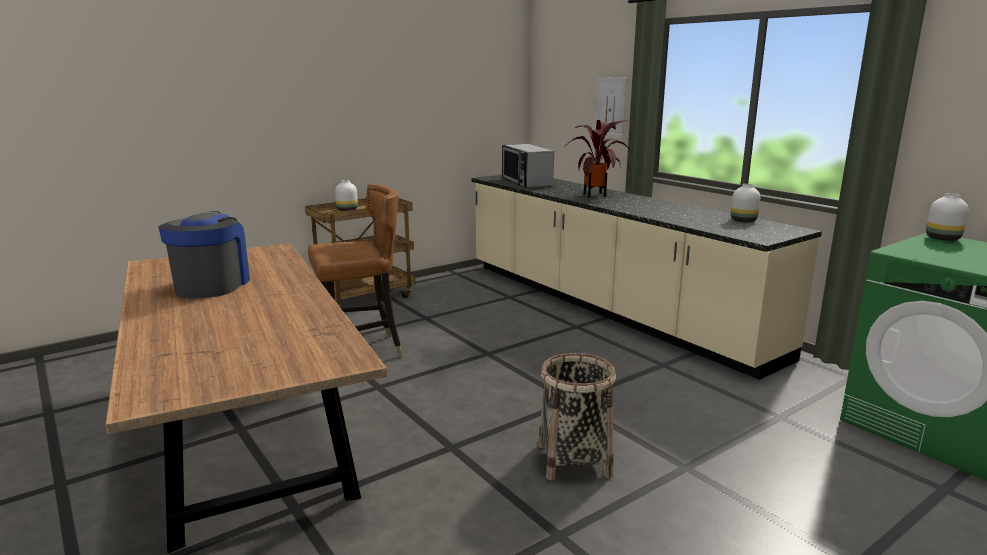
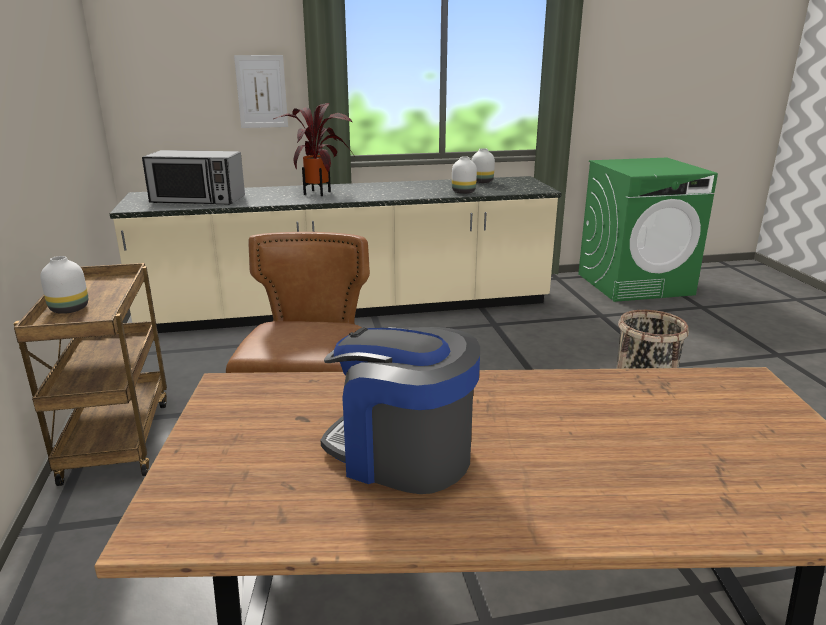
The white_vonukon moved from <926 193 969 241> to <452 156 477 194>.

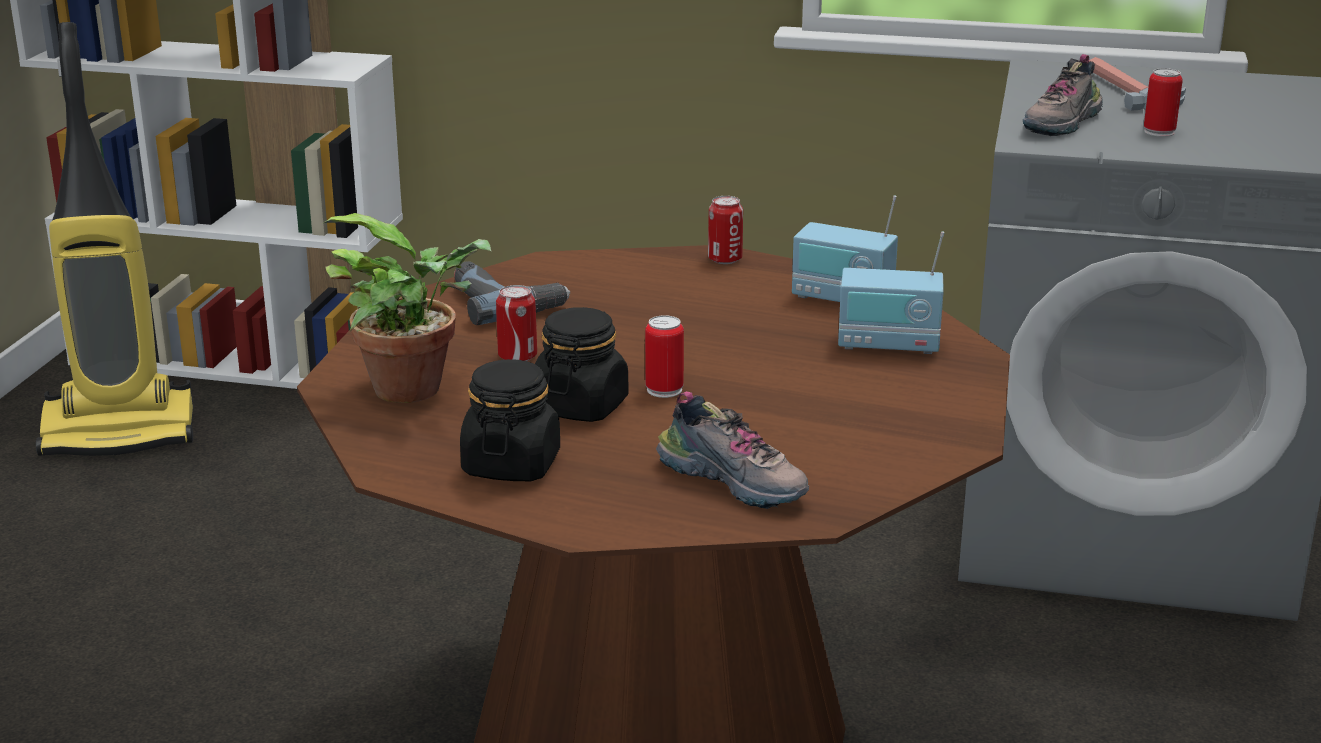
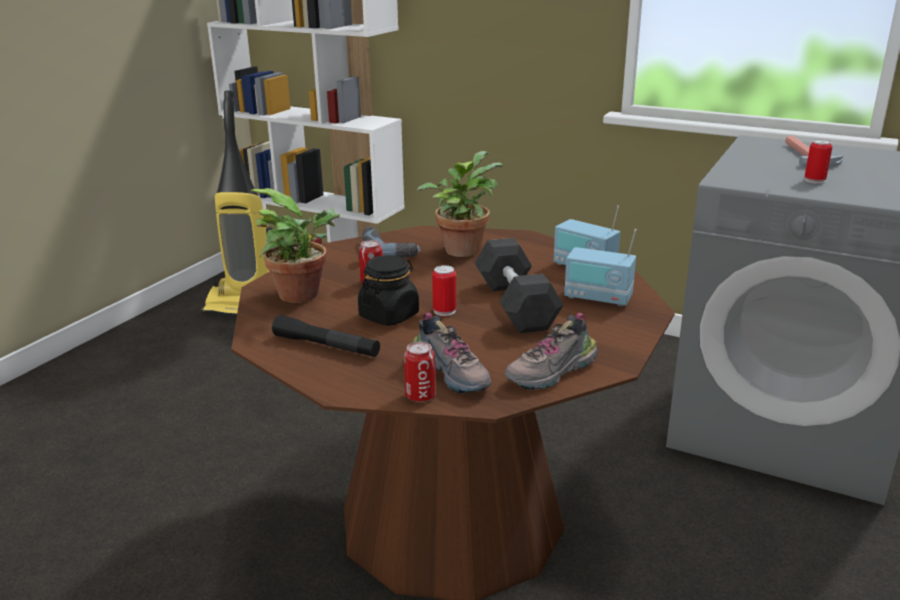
The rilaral at <417 151 503 257> appeared.
The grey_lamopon at <474 238 563 333> appeared.
The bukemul moved from <708 196 743 264> to <404 342 436 402>.
The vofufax moved from <1023 54 1103 136> to <505 313 598 390>.
The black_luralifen at <460 359 560 481> was replaced by the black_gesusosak at <272 315 380 357>.

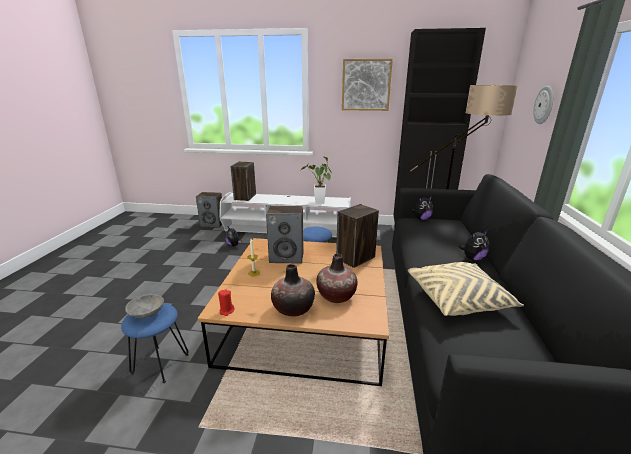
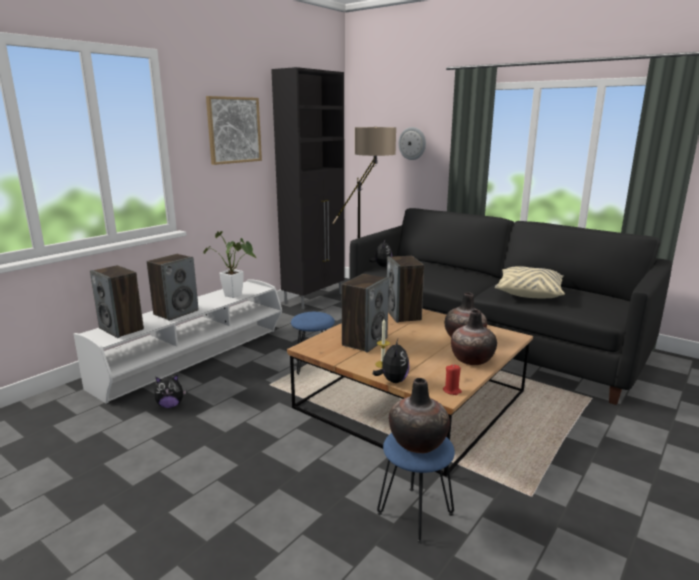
The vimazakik moved from <196 192 222 228> to <147 254 199 321>.
The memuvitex moved from <458 230 489 261> to <373 339 410 383>.
The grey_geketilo at <125 294 164 318> was replaced by the vonukon at <389 378 450 453>.

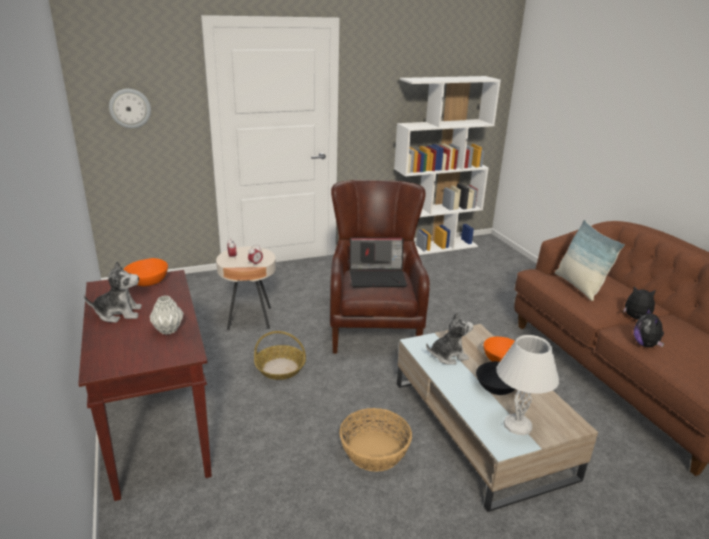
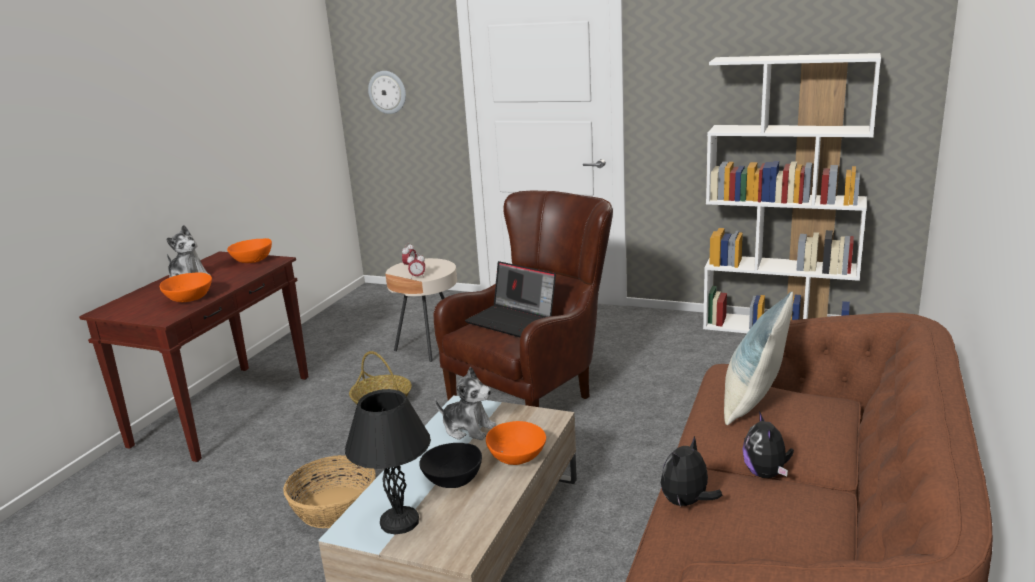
The grey_vonukon at <150 295 184 335> was replaced by the orange_geketilo at <160 272 212 302>.
The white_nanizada at <496 335 559 435> became the black_nanizada at <345 389 431 534>.
The memuvitex at <623 287 656 320> turned 150 degrees counterclockwise.

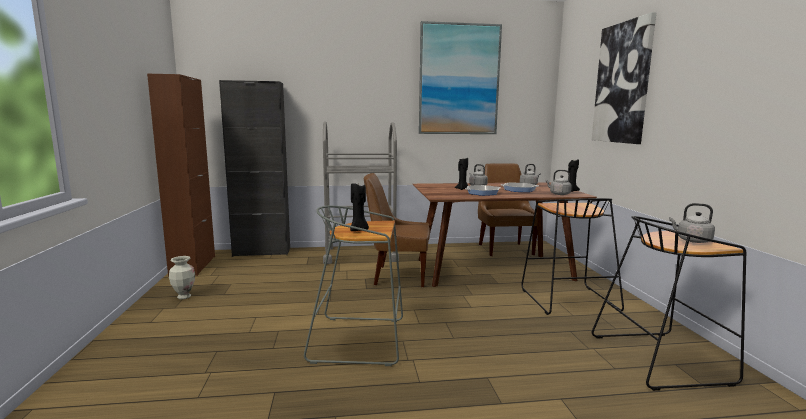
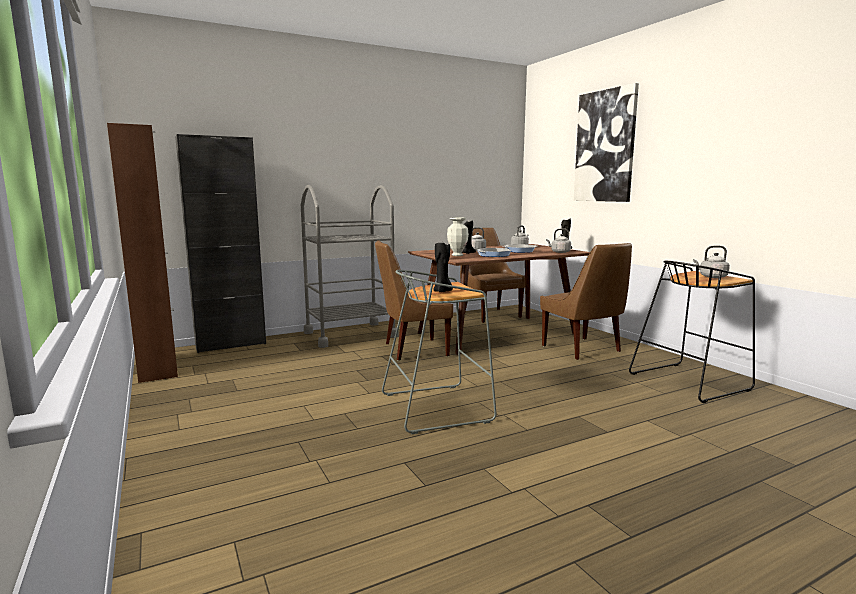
The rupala at <419 21 502 134> disappeared.
The vonukon moved from <169 256 195 299> to <447 217 469 256>.
The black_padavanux at <521 198 624 315> was replaced by the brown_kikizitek at <540 243 632 360>.

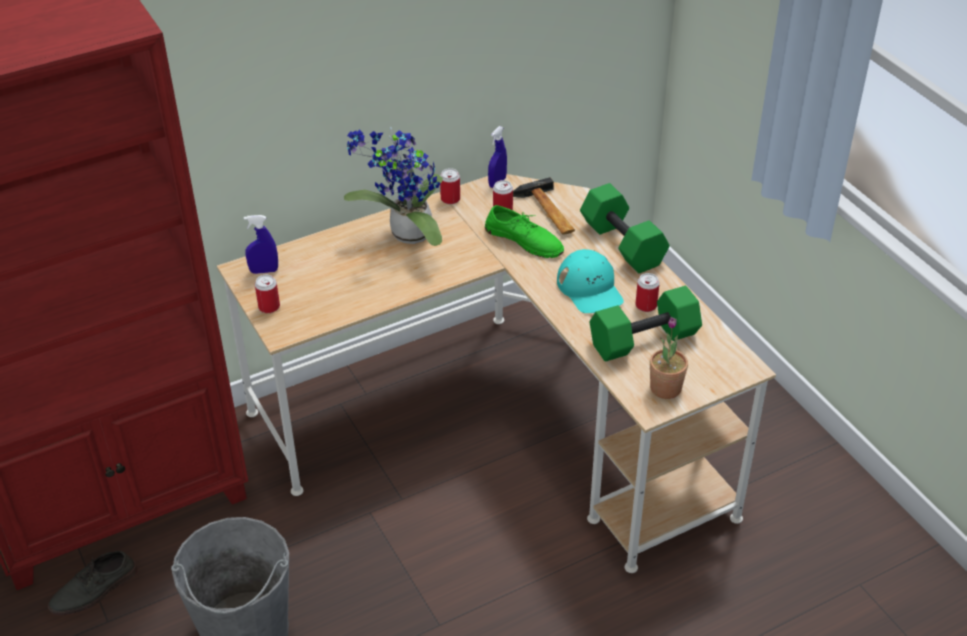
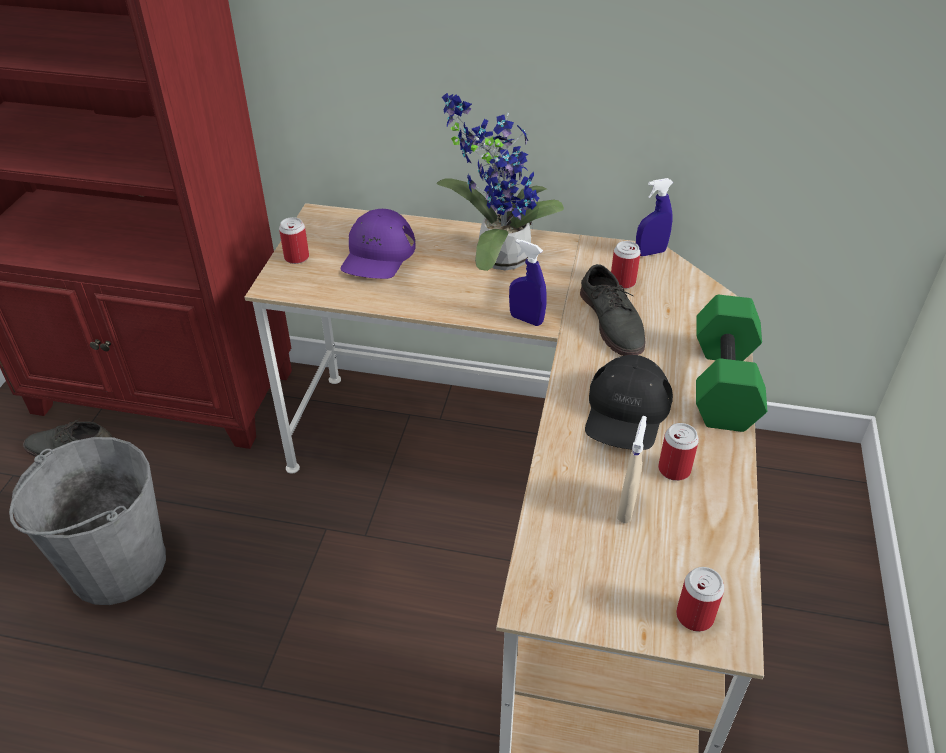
The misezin at <513 177 575 235> disappeared.
The rilaral at <650 317 688 399> disappeared.
The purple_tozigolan at <341 209 416 279> appeared.
The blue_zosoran moved from <244 215 278 274> to <509 239 547 326>.
The bukemul moved from <440 168 460 204> to <676 567 725 632>.
The green_lamopon at <590 286 702 362> was replaced by the beige_zosoran at <617 416 647 523>.
The green_vofufax at <485 205 564 258> became the grey_vofufax at <580 264 646 356>.
The turquoise_tozigolan at <557 249 624 313> became the black_tozigolan at <585 355 673 450>.

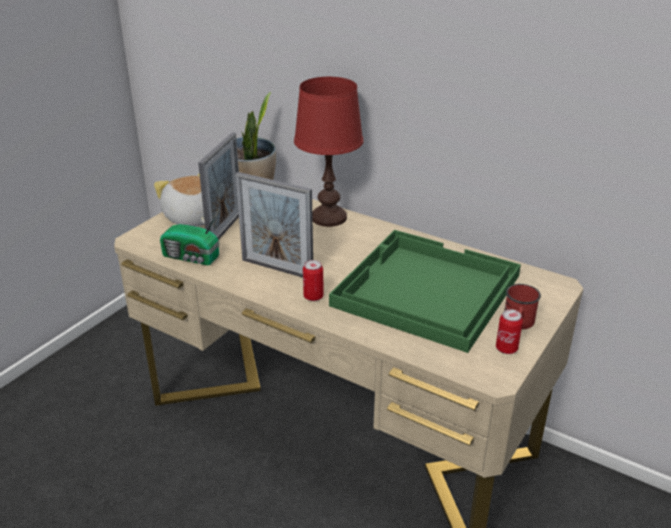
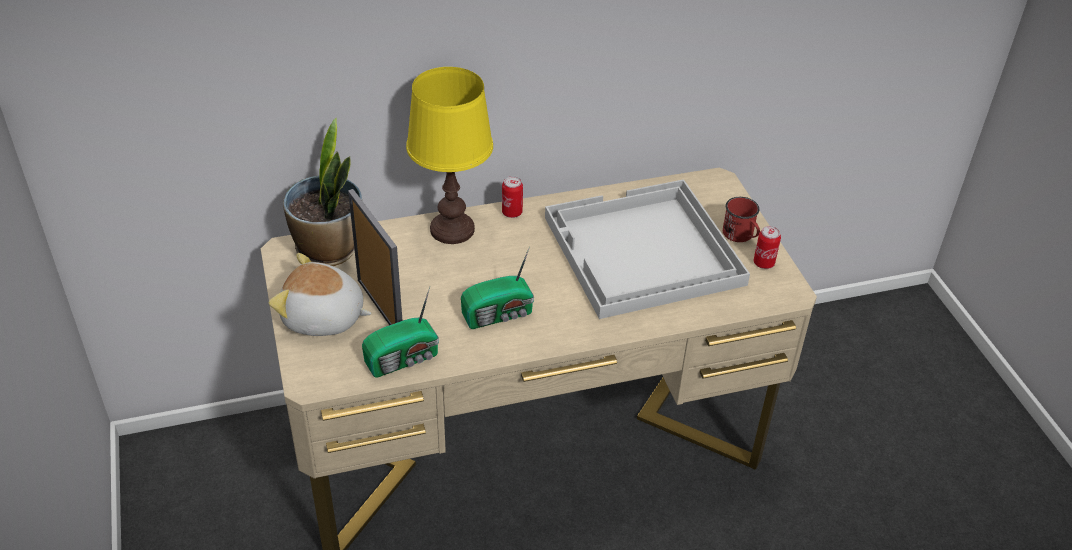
The bukemul moved from <303 260 324 301> to <502 176 523 218>.
The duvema at <236 172 313 278> was replaced by the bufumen at <461 246 534 329>.
The red_nanizada at <294 77 363 227> became the yellow_nanizada at <406 67 493 244>.
The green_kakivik at <329 230 521 353> became the white_kakivik at <545 179 750 319>.

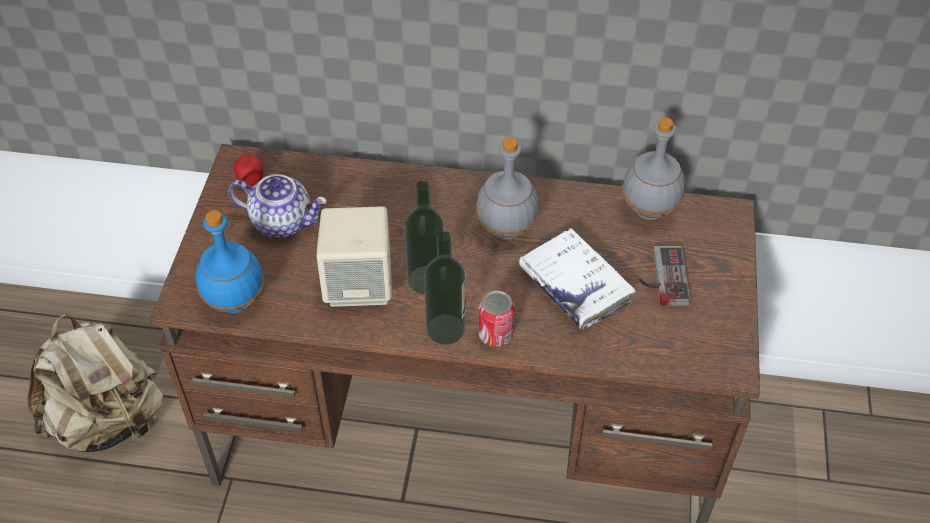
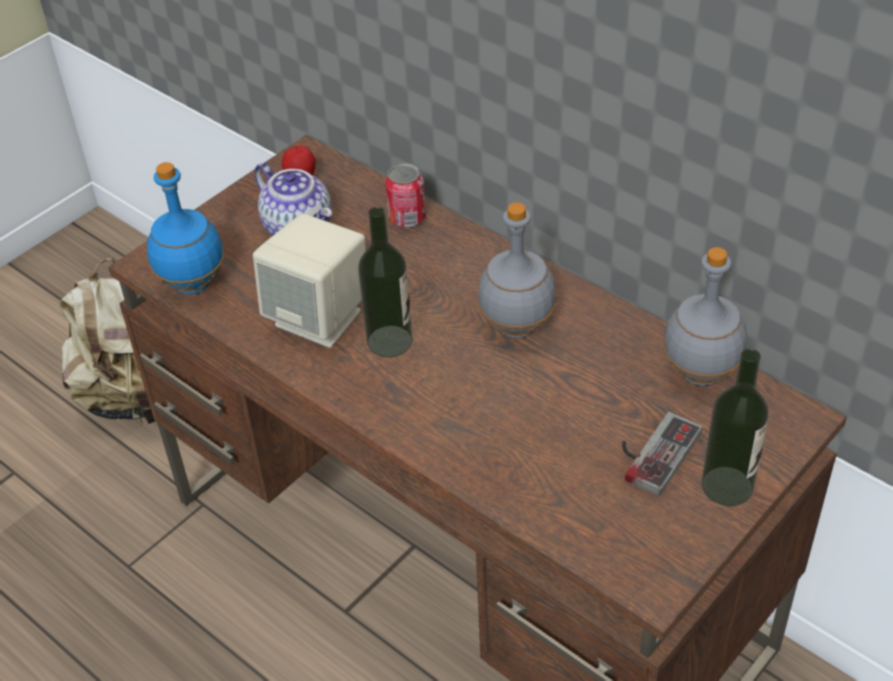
The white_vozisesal at <519 228 636 329> disappeared.
The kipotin moved from <424 230 466 345> to <701 349 769 506>.
The bukemul moved from <478 291 515 347> to <385 164 426 228>.

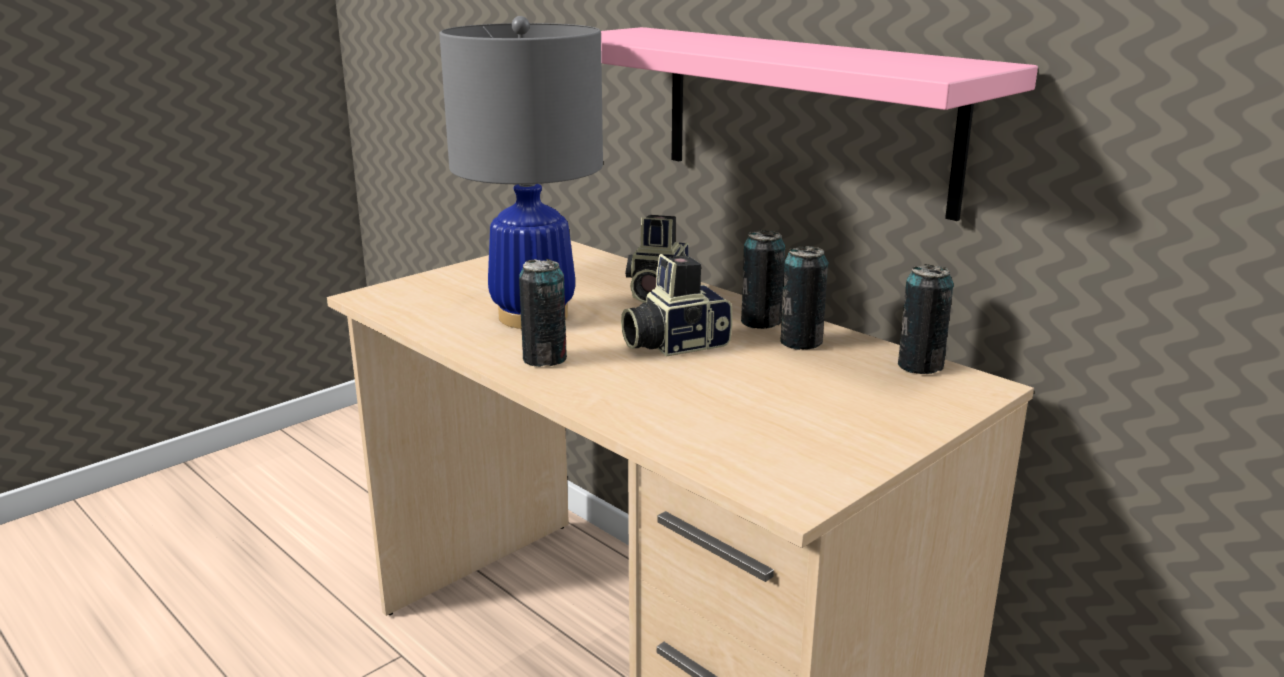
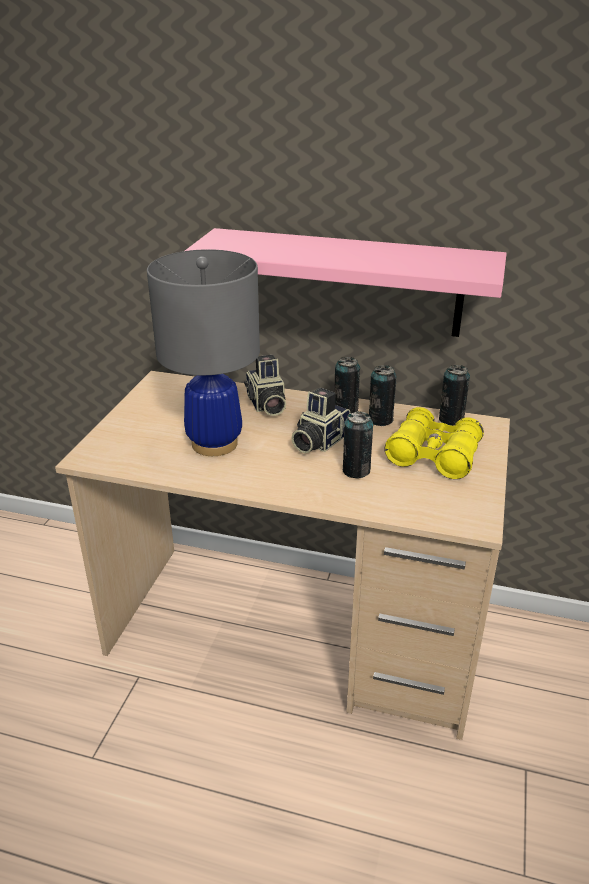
The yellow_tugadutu at <385 407 484 479> appeared.
The bukemul moved from <519 259 567 367> to <343 411 373 478>.

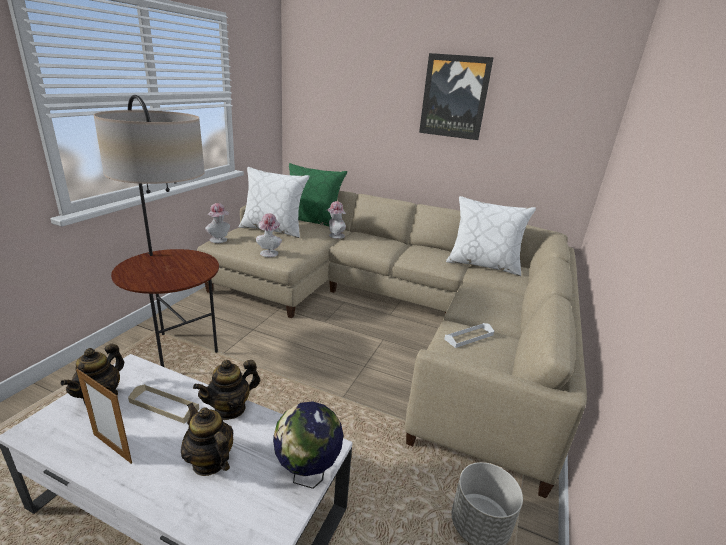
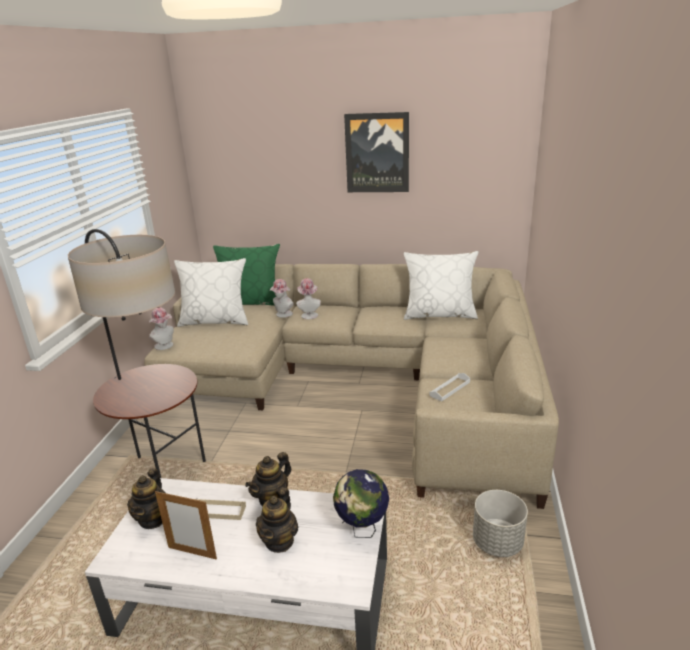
The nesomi moved from <256 213 282 257> to <296 278 321 319>.
The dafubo at <181 403 234 476> turned 105 degrees counterclockwise.

